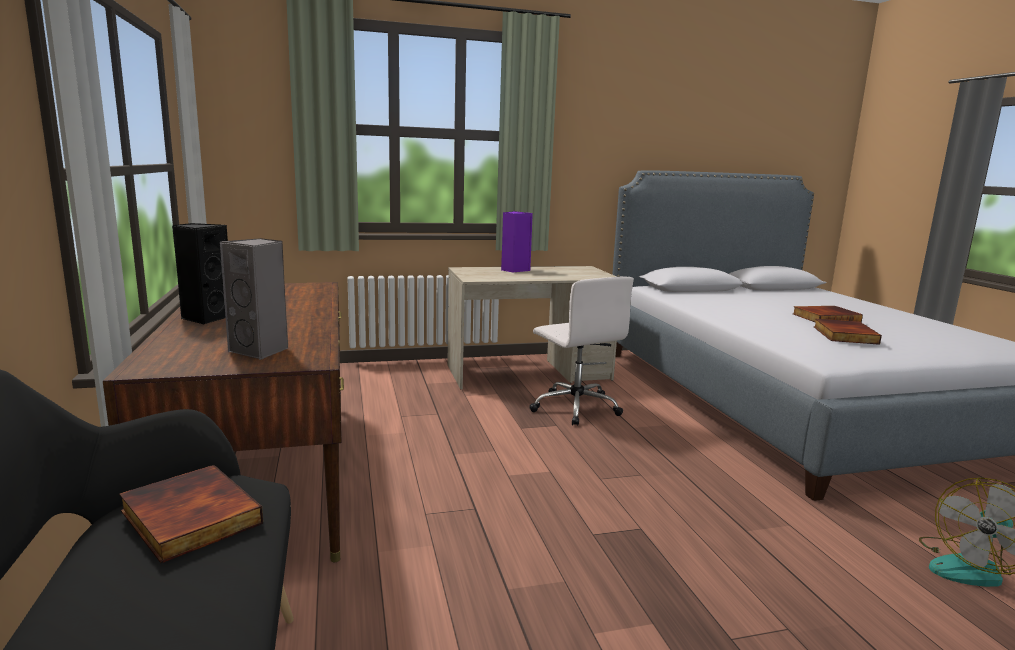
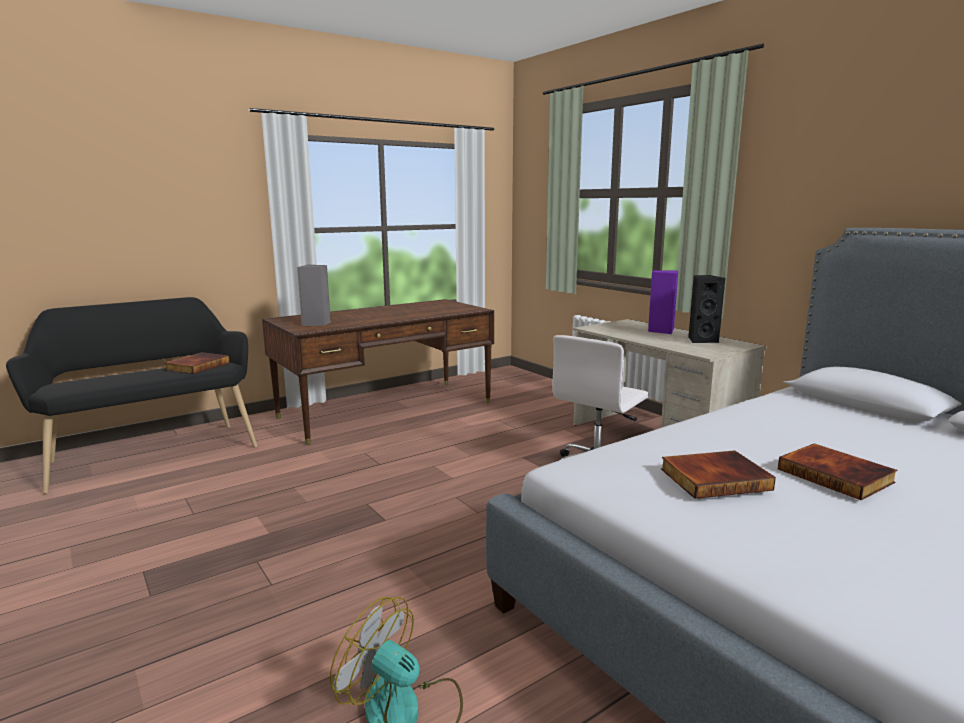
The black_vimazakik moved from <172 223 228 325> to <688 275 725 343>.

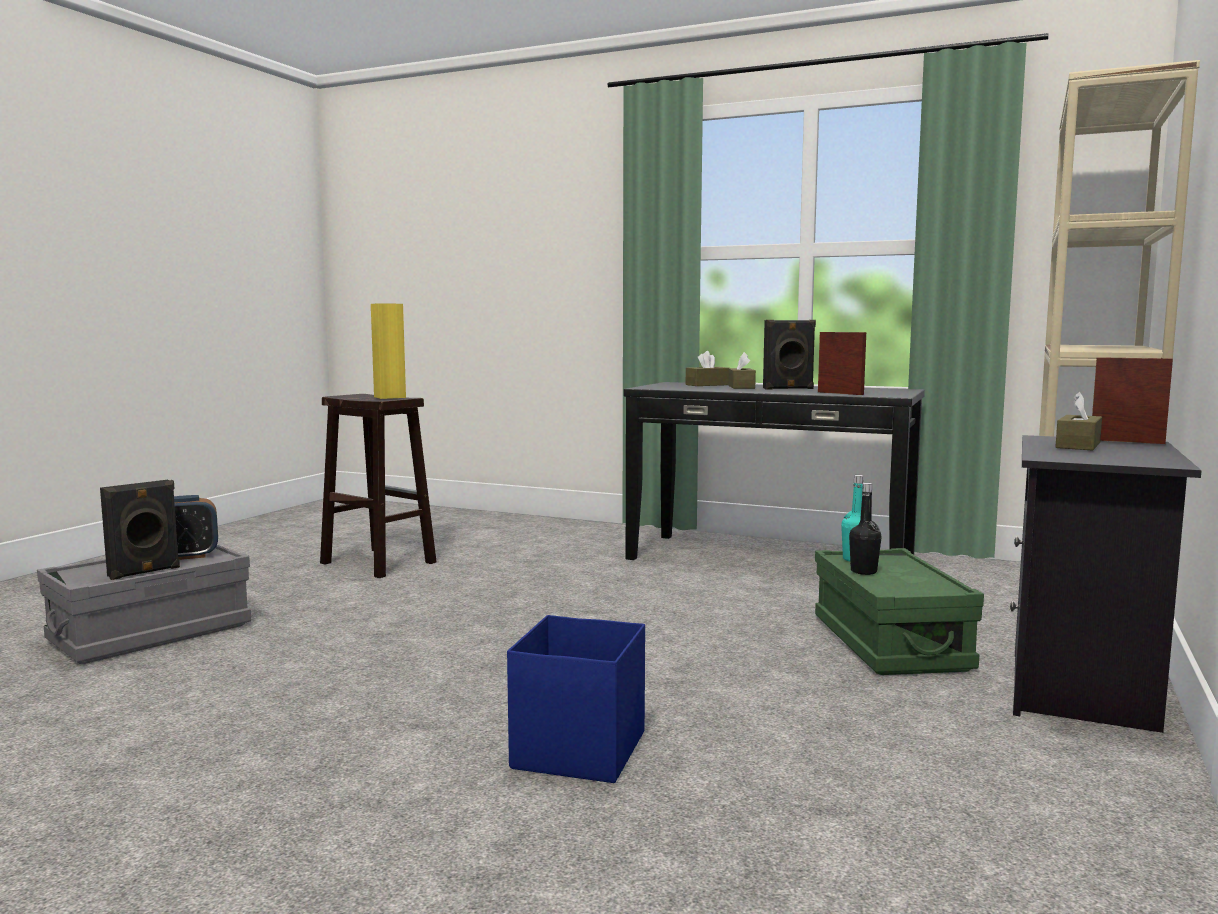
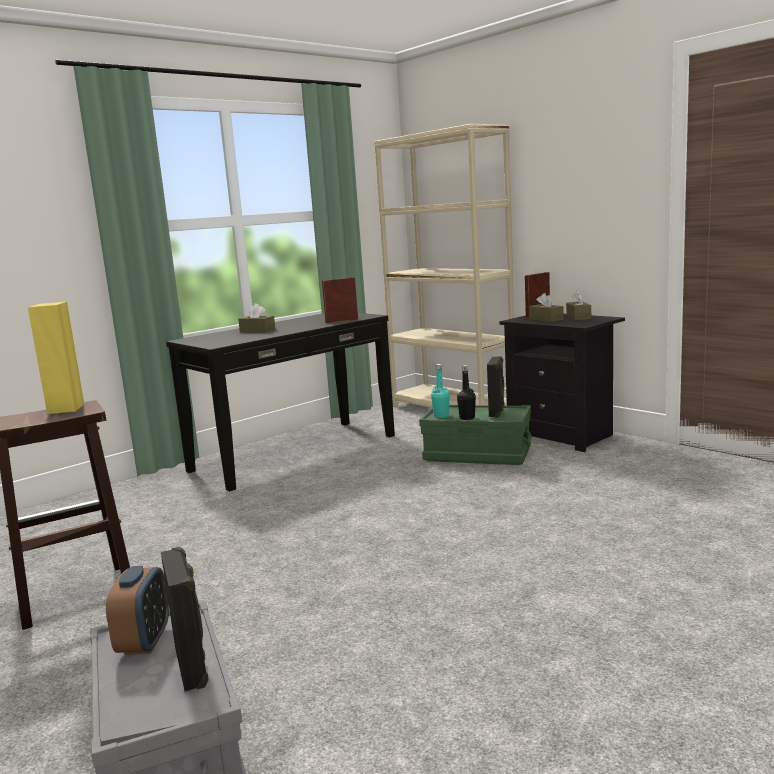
The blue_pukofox at <507 615 645 783> disappeared.
The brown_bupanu moved from <686 351 729 386> to <566 291 591 320>.
The black_vimazakik moved from <763 320 816 390> to <487 356 505 418>.

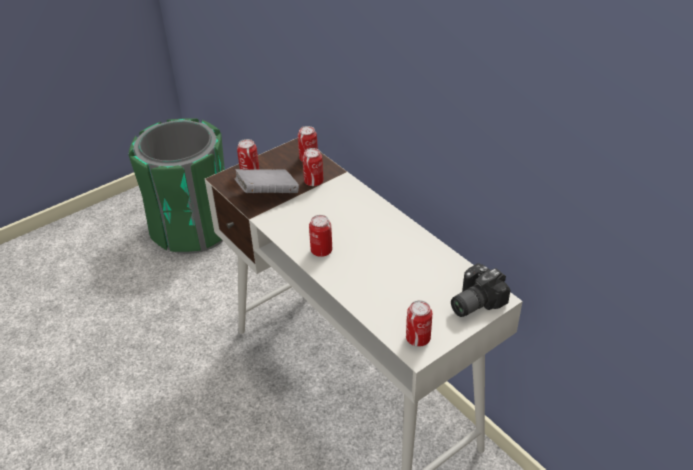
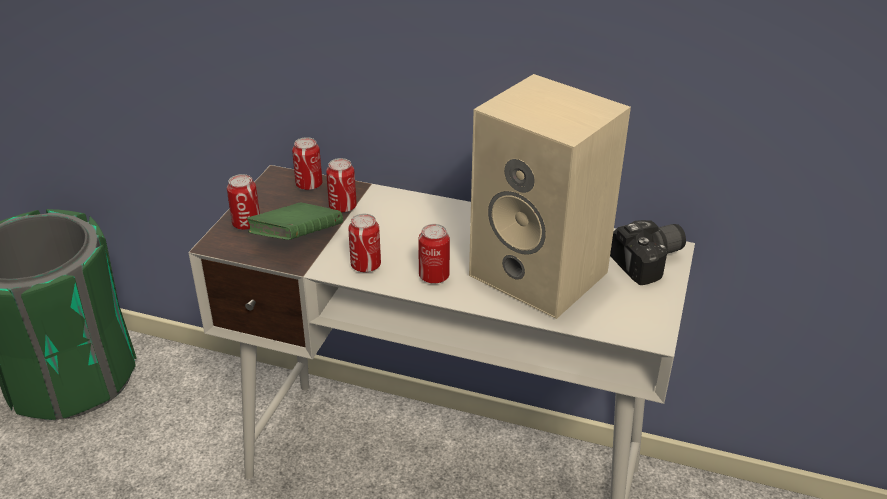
The beige_vimazakik at <469 74 631 319> appeared.
The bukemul moved from <406 300 432 347> to <348 214 381 272>.
The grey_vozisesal at <234 169 299 193> became the green_vozisesal at <247 203 343 240>.
The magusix at <451 263 510 317> turned 135 degrees counterclockwise.

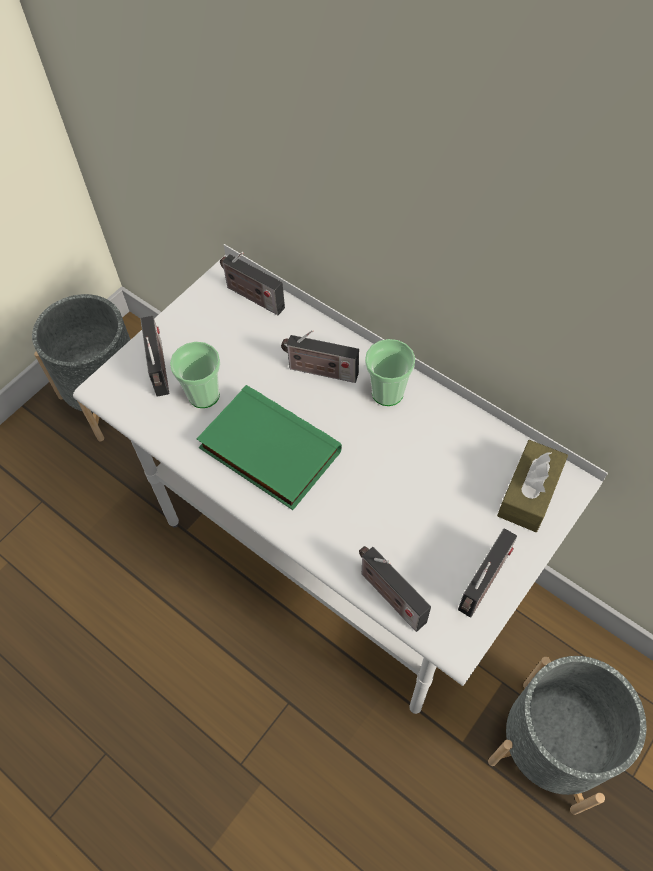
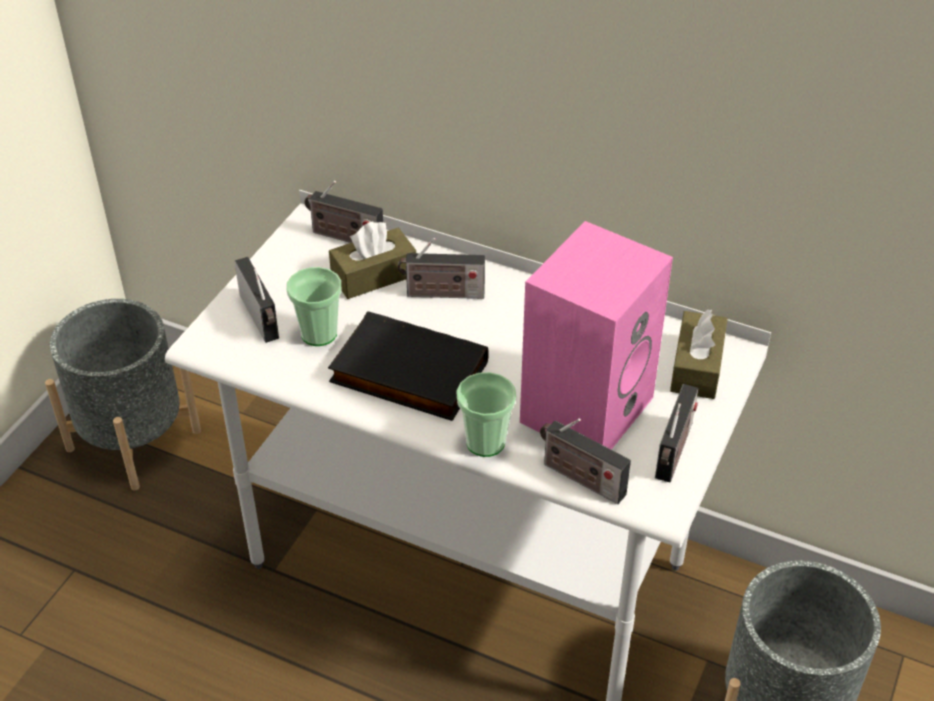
The brown_bupanu at <329 221 416 299> appeared.
The pink_vimazakik at <520 221 673 450> appeared.
The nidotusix moved from <365 339 415 406> to <456 372 516 457>.
The green_vozisesal at <197 385 342 510> became the black_vozisesal at <328 311 489 421>.

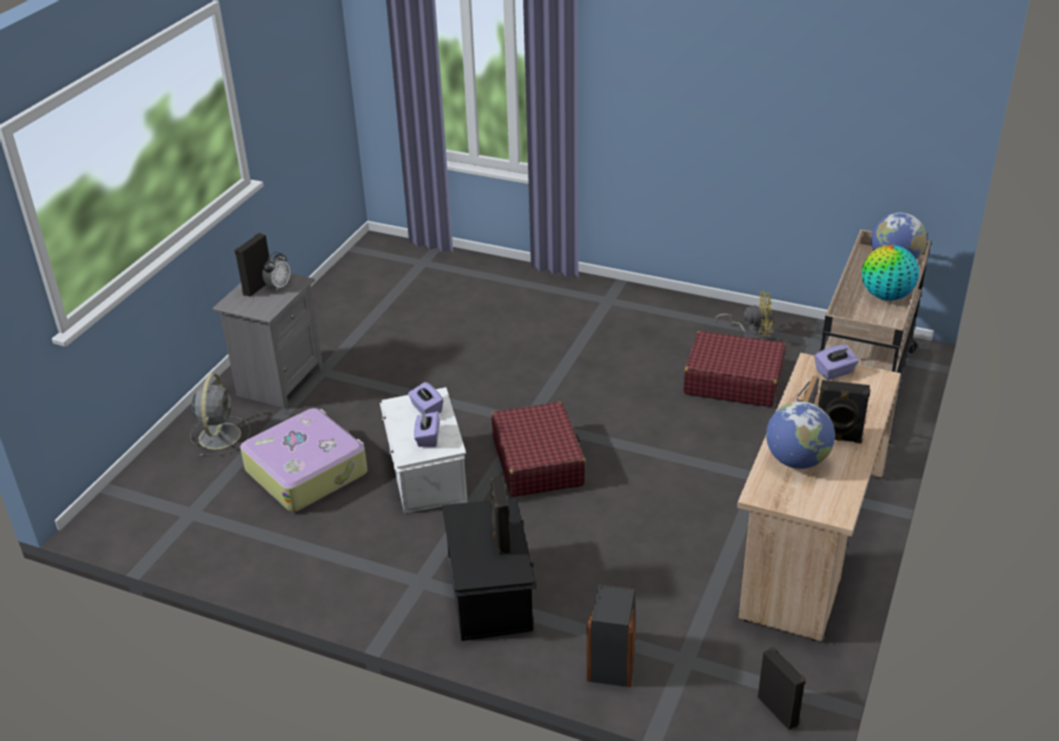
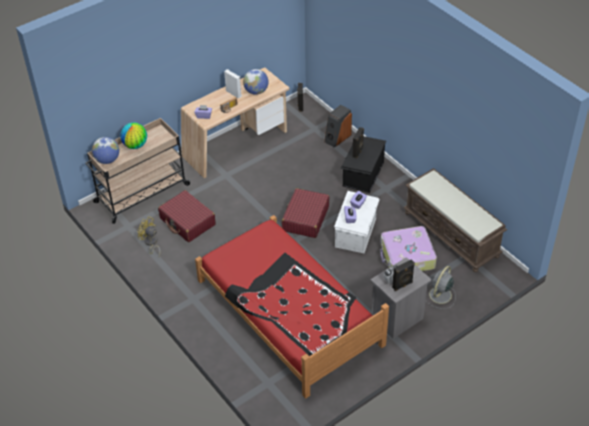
The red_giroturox at <195 215 389 399> appeared.
The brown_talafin at <403 168 507 272> appeared.
The black_vimazakik at <818 380 870 444> became the white_vimazakik at <224 69 242 99>.

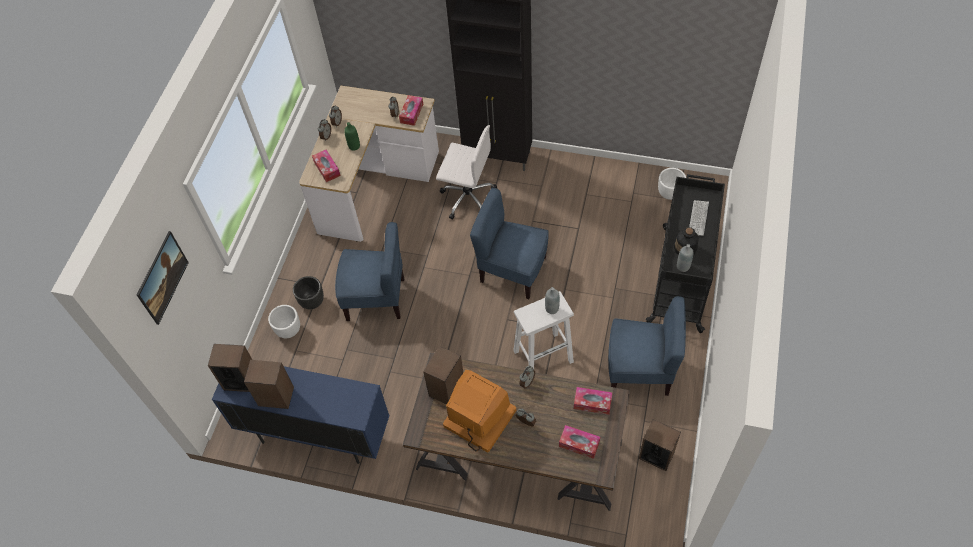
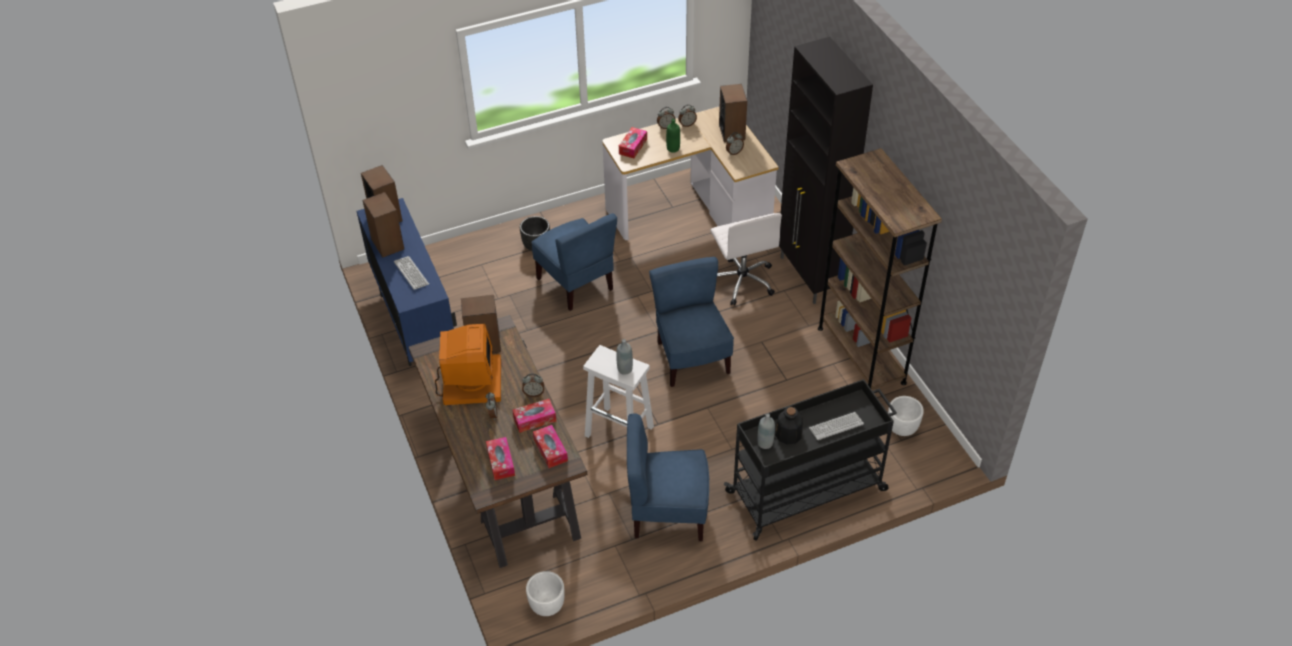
The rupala at <137 231 189 325> disappeared.
The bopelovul at <394 256 429 290> appeared.
The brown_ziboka at <818 148 942 390> appeared.
The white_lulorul moved from <268 305 300 338> to <526 571 565 616>.
The bupanu moved from <399 95 423 126> to <512 399 556 433>.
The vimazakik moved from <639 419 681 471> to <719 84 747 142>.
The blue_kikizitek at <608 296 686 396> turned 120 degrees clockwise.

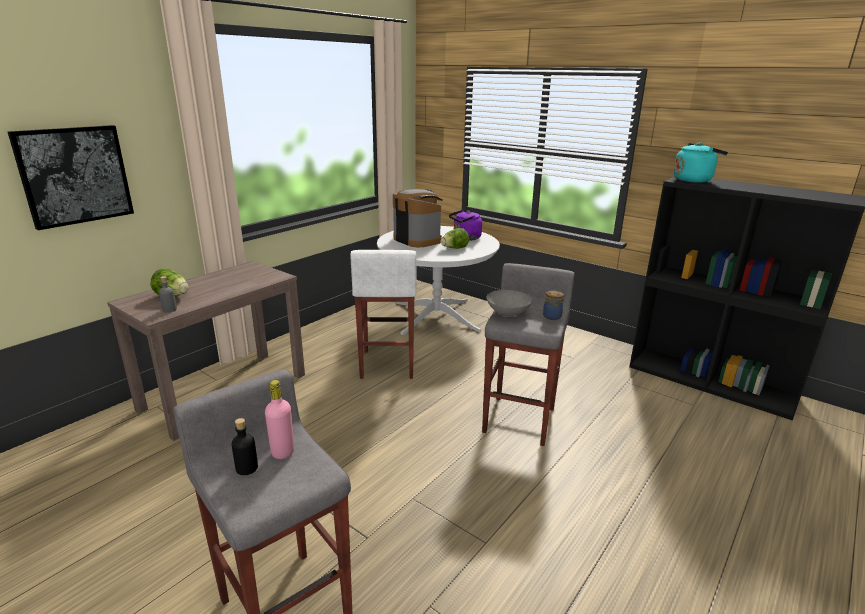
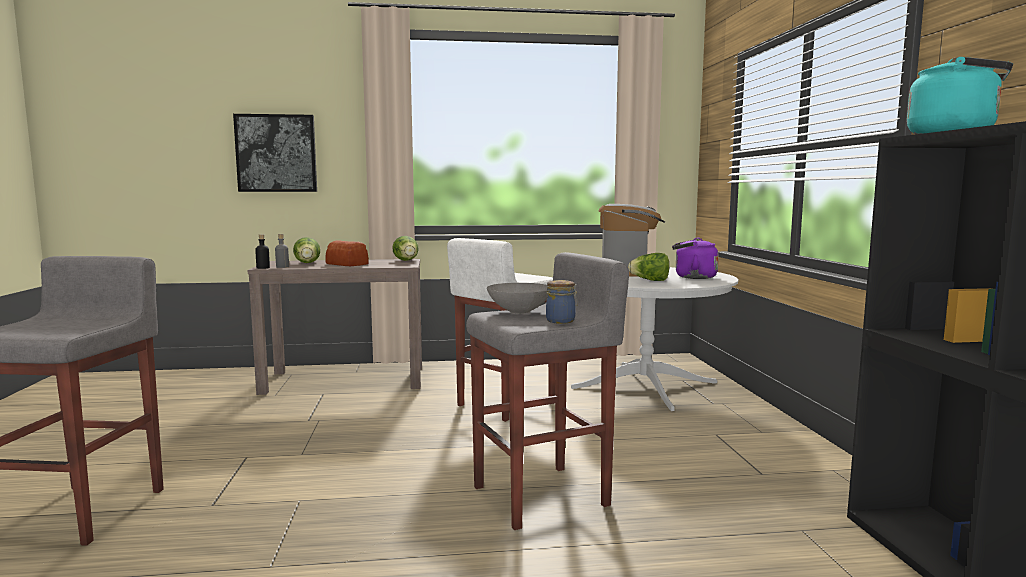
The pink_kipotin at <265 380 294 459> disappeared.
The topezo at <326 240 369 266> appeared.
The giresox at <392 236 419 261> appeared.
The black_kipotin moved from <232 418 258 475> to <255 234 270 269>.

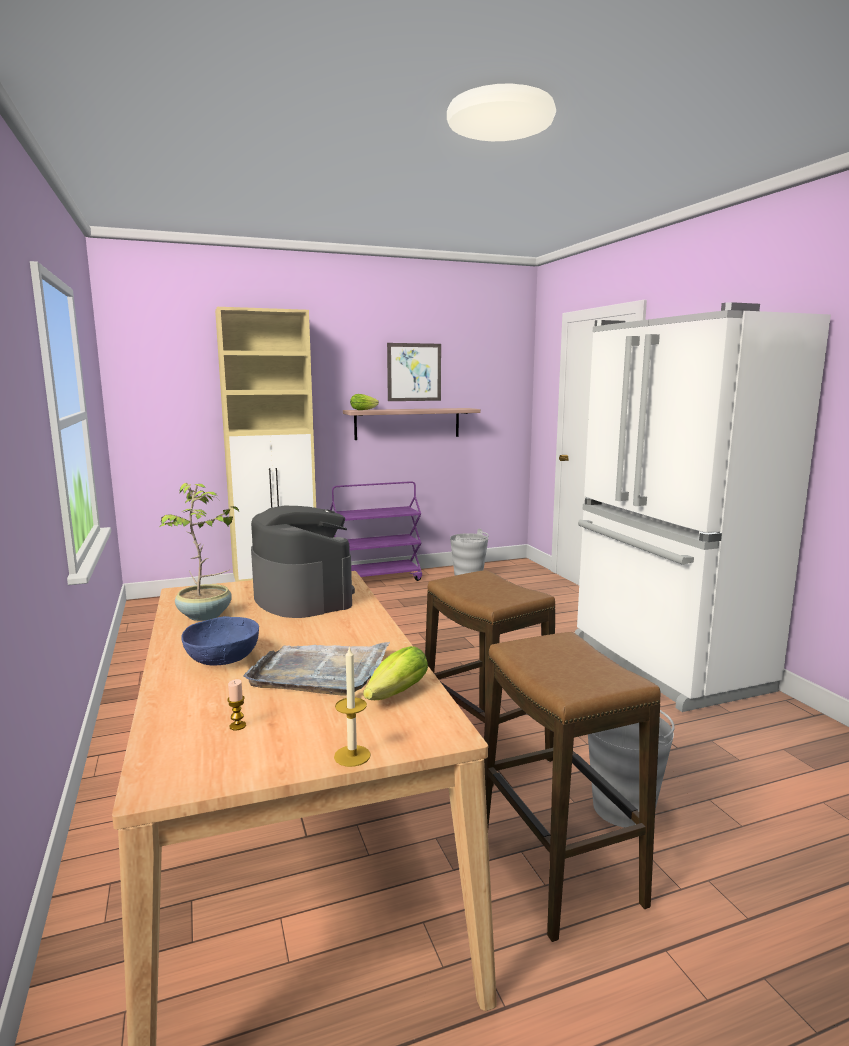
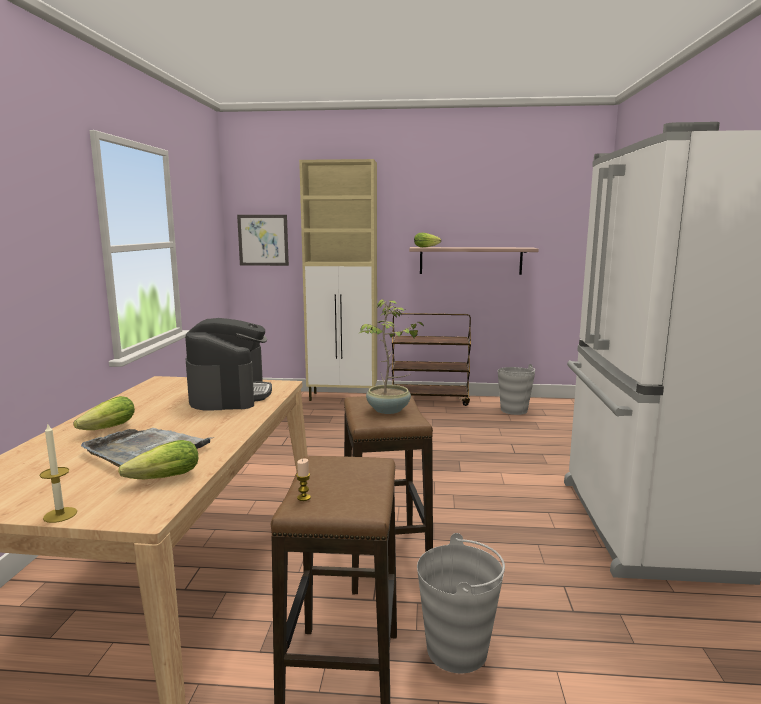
The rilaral moved from <160 483 239 621> to <359 299 424 414>.
The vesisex moved from <227 679 246 731> to <296 458 311 501>.
The rupala moved from <387 343 441 401> to <237 215 289 266>.
The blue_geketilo at <181 616 259 666> was replaced by the giresox at <74 396 135 430>.
The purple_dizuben at <330 481 422 581> became the brown_dizuben at <392 313 471 406>.

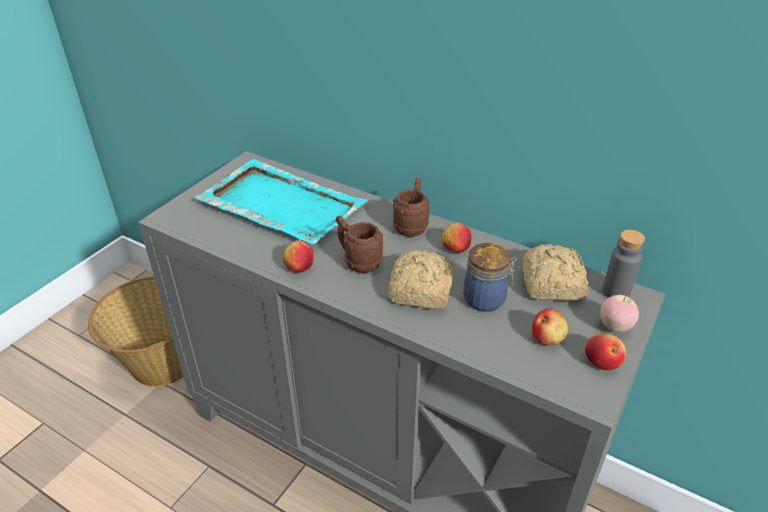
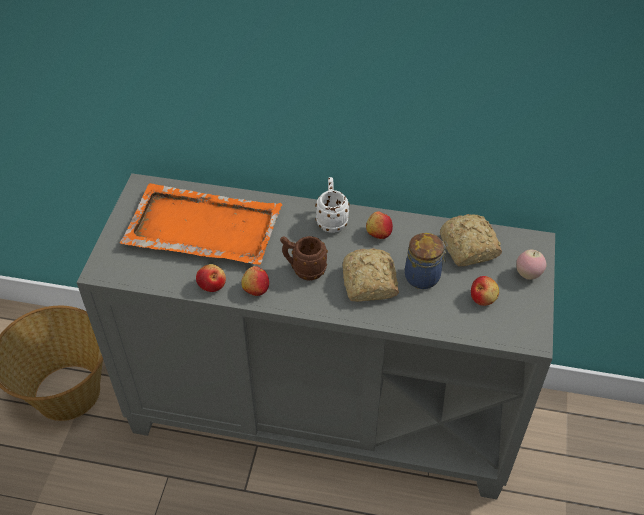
The grey_kipotin at <602 230 645 298> disappeared.
The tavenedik moved from <585 333 626 370> to <196 264 226 292>.
The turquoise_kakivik at <194 159 368 244> became the orange_kakivik at <120 183 282 265>.
The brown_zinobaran at <393 177 430 237> became the white_zinobaran at <315 177 350 233>.

